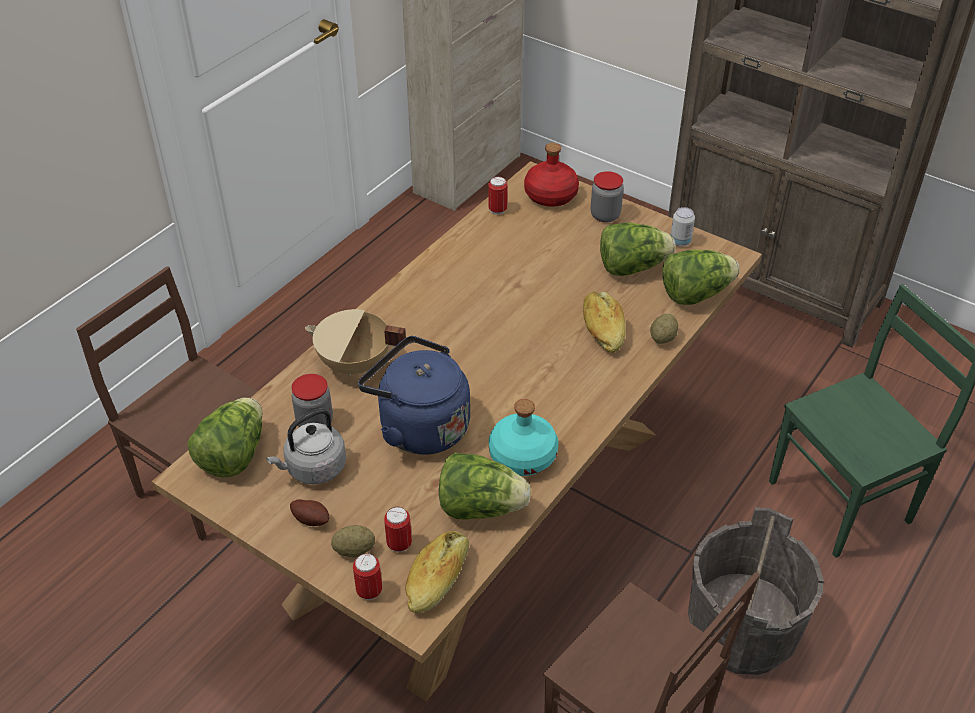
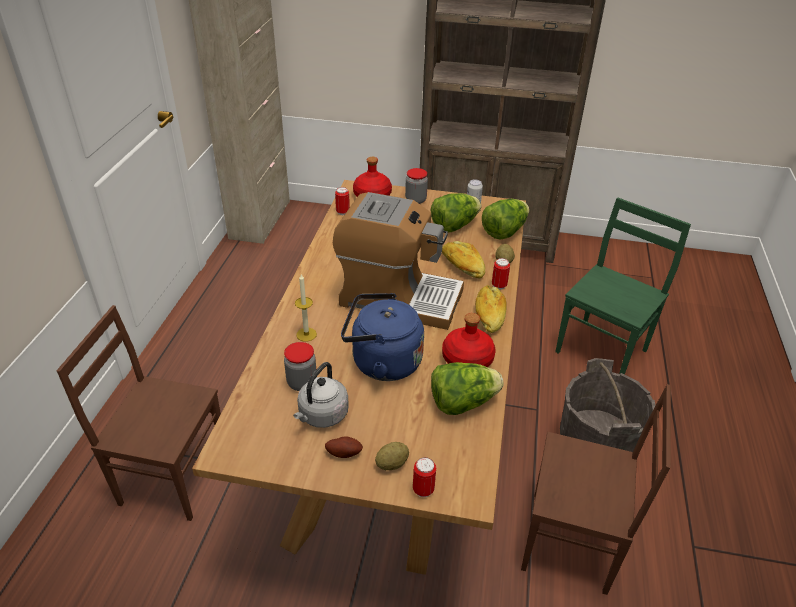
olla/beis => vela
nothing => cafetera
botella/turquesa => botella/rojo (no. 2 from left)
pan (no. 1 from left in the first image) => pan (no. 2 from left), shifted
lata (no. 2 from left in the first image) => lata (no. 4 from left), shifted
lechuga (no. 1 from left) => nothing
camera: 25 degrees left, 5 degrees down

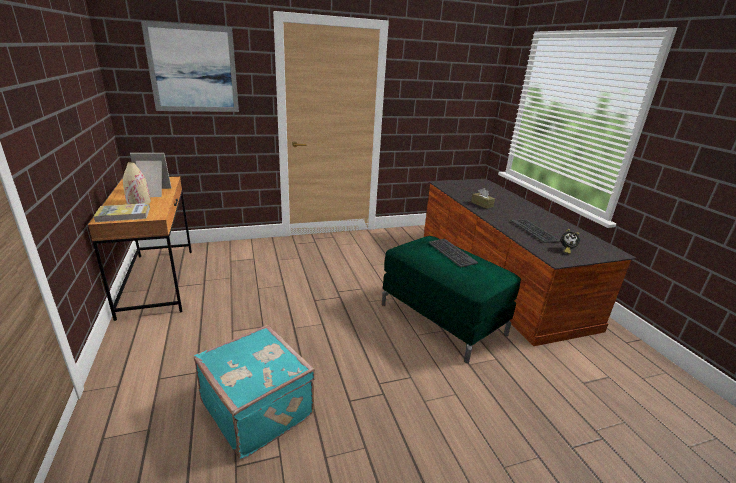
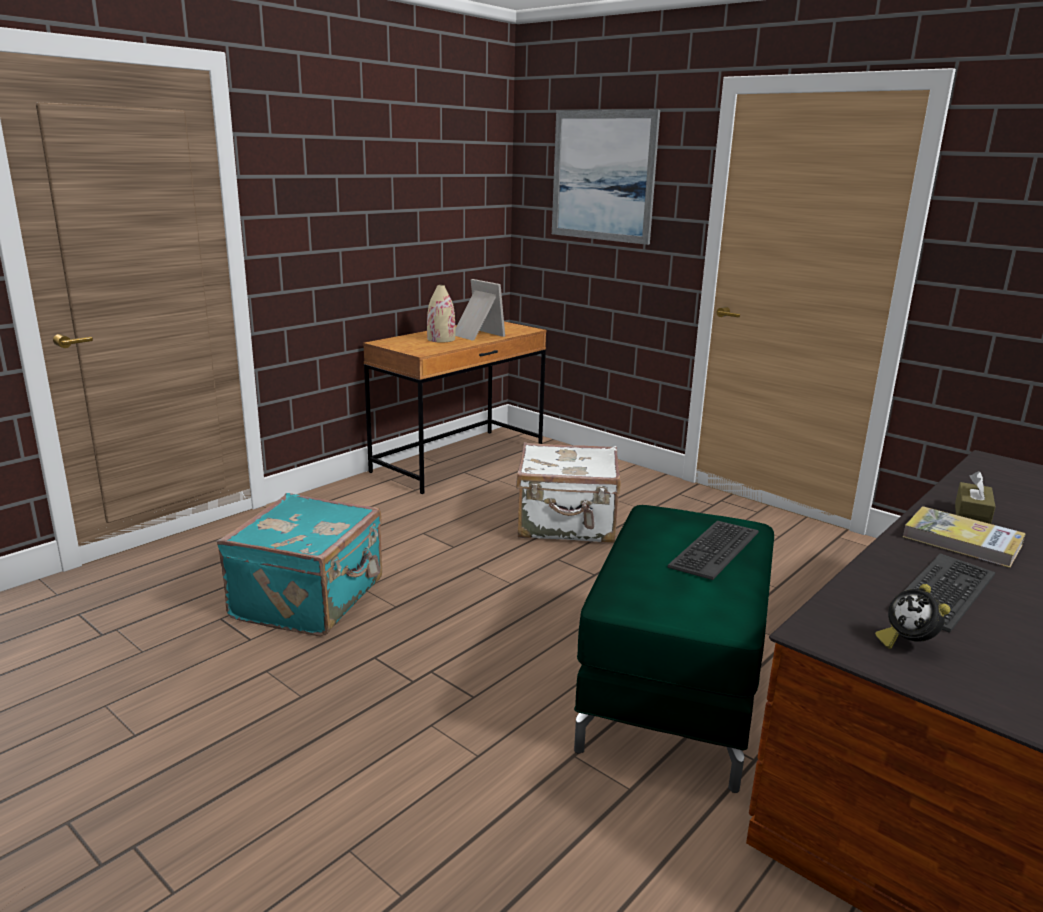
nothing => maleta/blanco
libro, shifted
camera: 60 degrees right, 5 degrees down

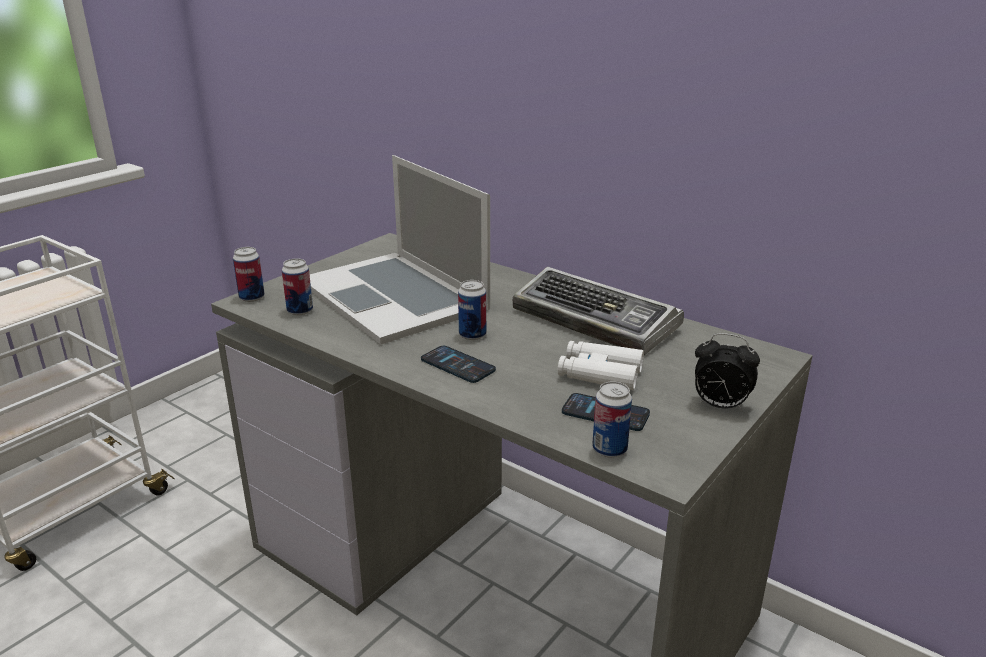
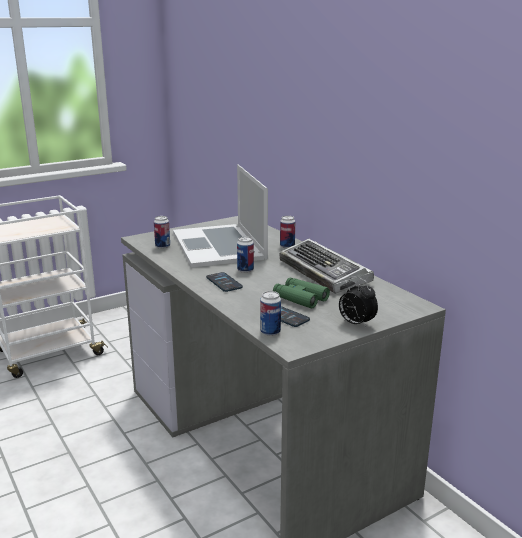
prismáticos/blanco => prismáticos/verde
lata (no. 1 from left in the first image) => lata (no. 4 from left), shifted
camera: 20 degrees right, 5 degrees down

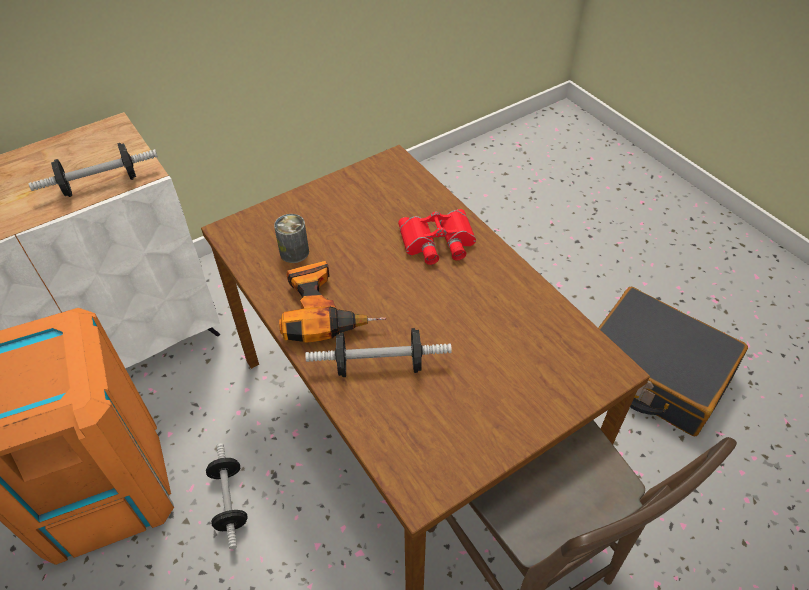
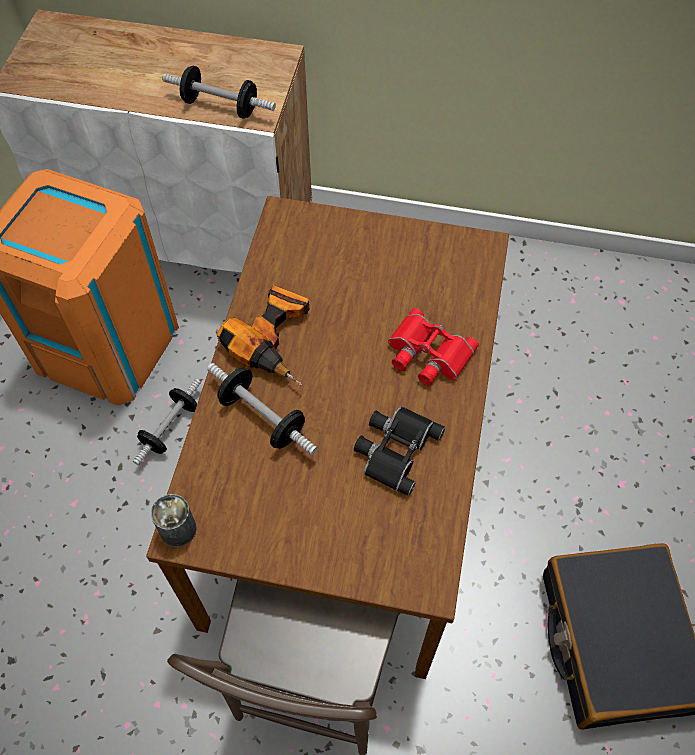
lata, shifted
nothing => prismáticos/negro
camera: 45 degrees right, 10 degrees up

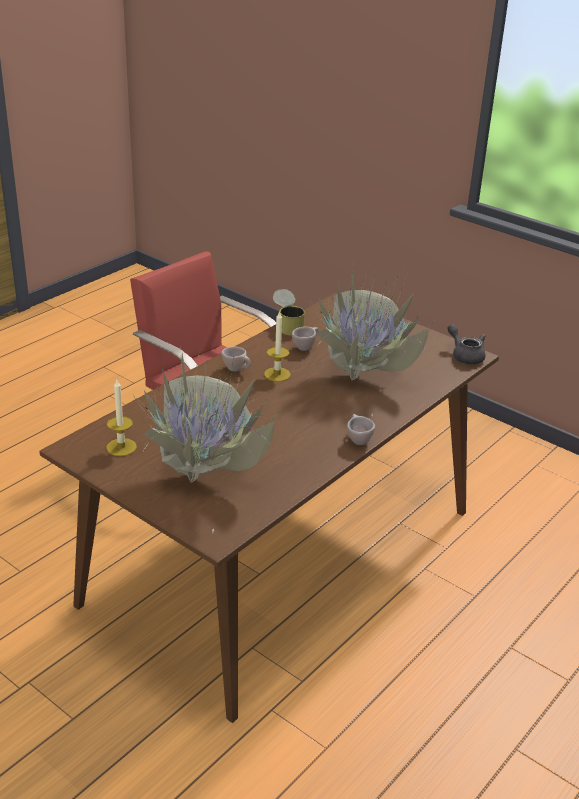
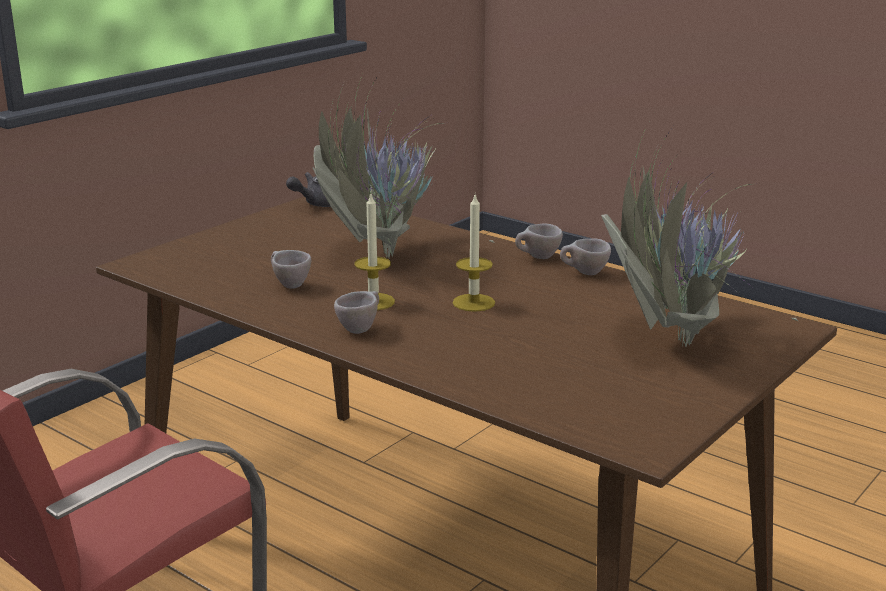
vela (no. 1 from left in the first image) => vela (no. 2 from left), shifted
nothing => taza/beis (no. 4 from left)
lata => nothing
camera: 90 degrees left, 10 degrees down

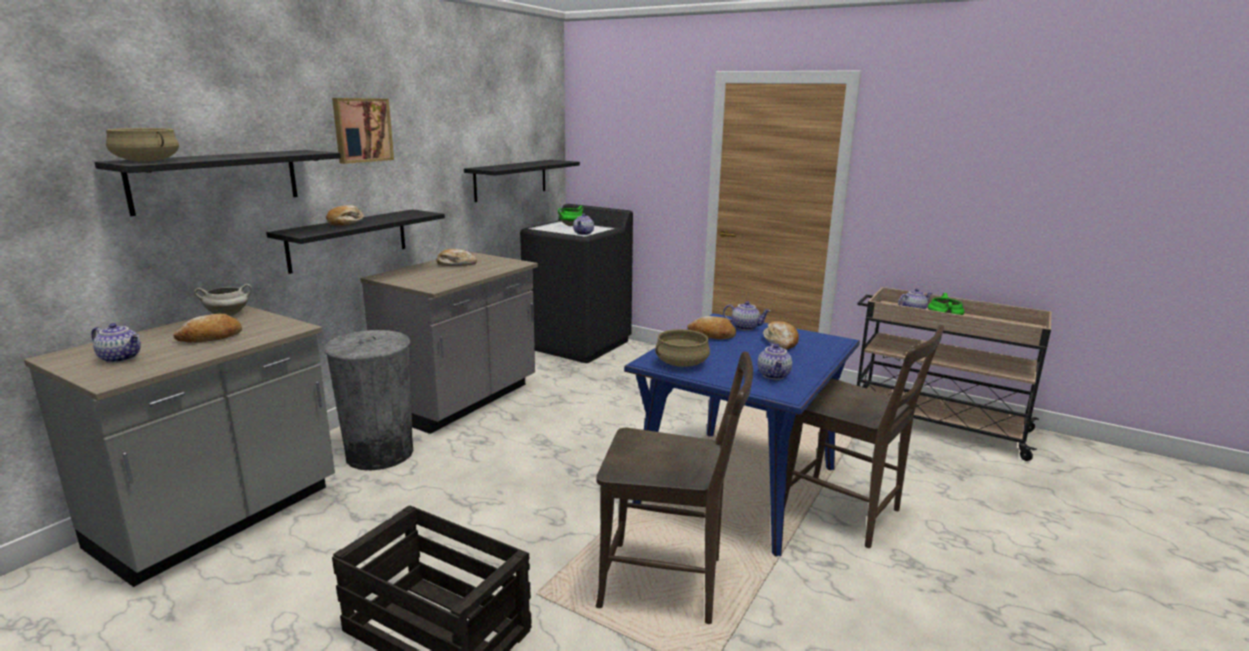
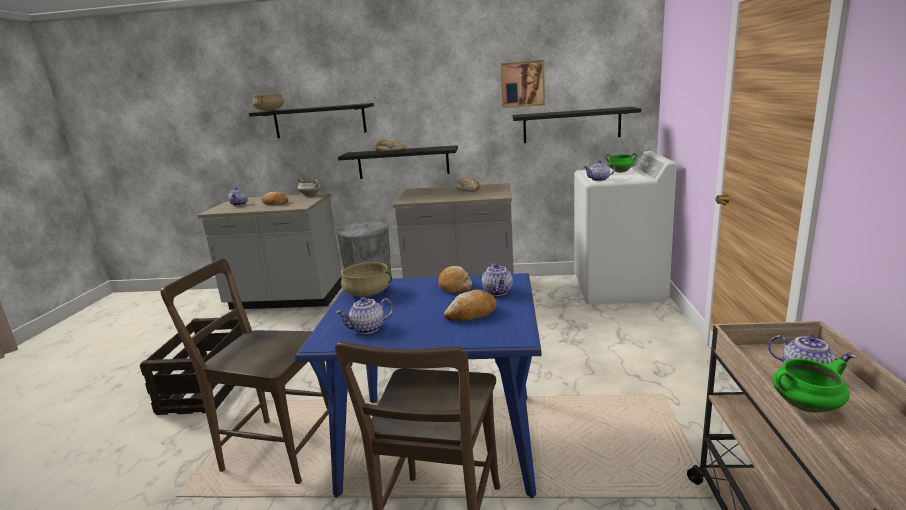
silla/marrón (no. 1 from left), 120 degrees clockwise
cuadro, shifted
lavadora/negro => lavadora/blanco
camera: 65 degrees right, 0 degrees up

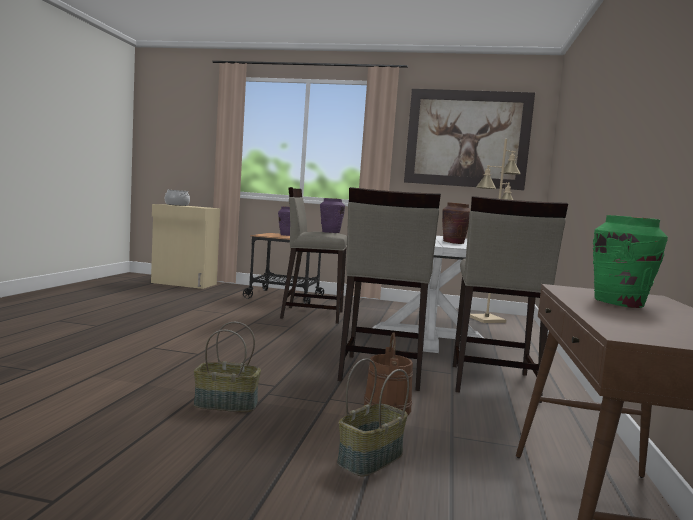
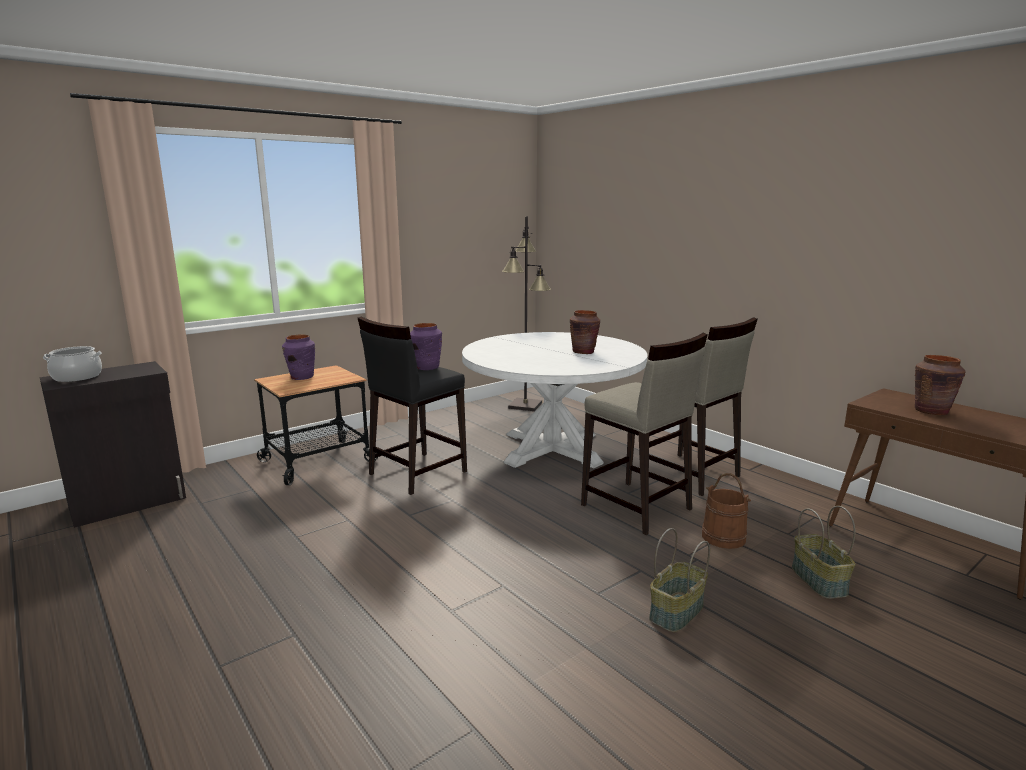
armario/beis => armario/negro
taburete/beis (no. 1 from left) => taburete/negro
lámpara de pie/beis => lámpara de pie/negro
florero/verde => florero/marrón (no. 2 from left)
cuadro => nothing
camera: 50 degrees left, 10 degrees up

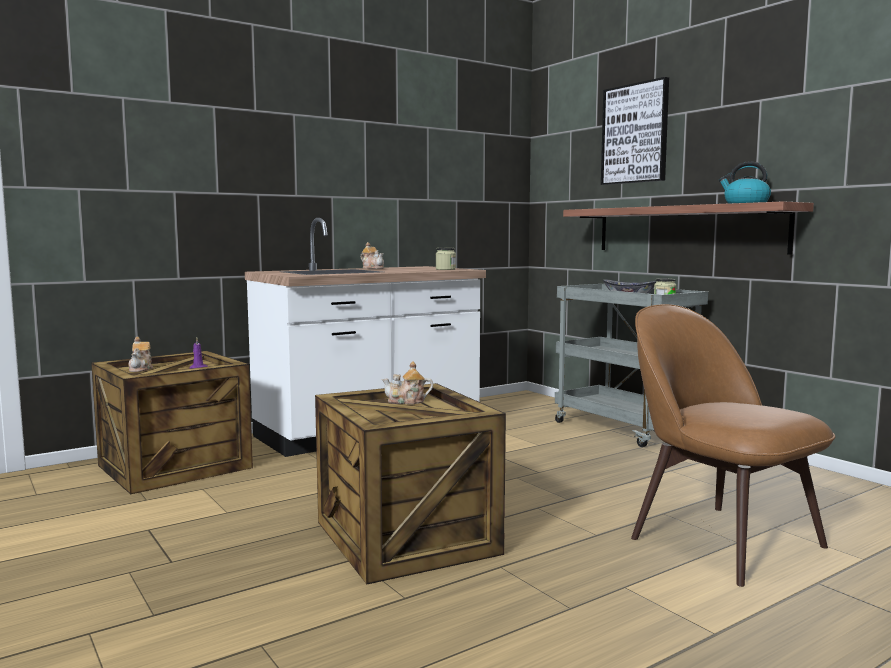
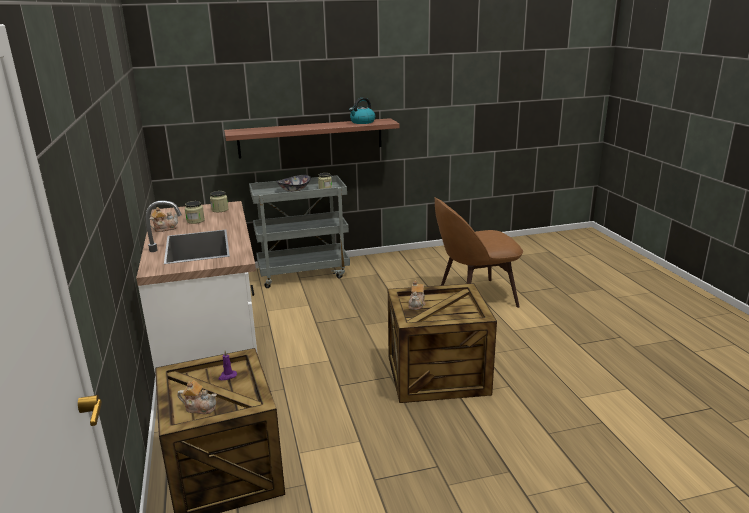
nothing => tarro (no. 1 from left)
cuadro => nothing
camera: 70 degrees left, 15 degrees up

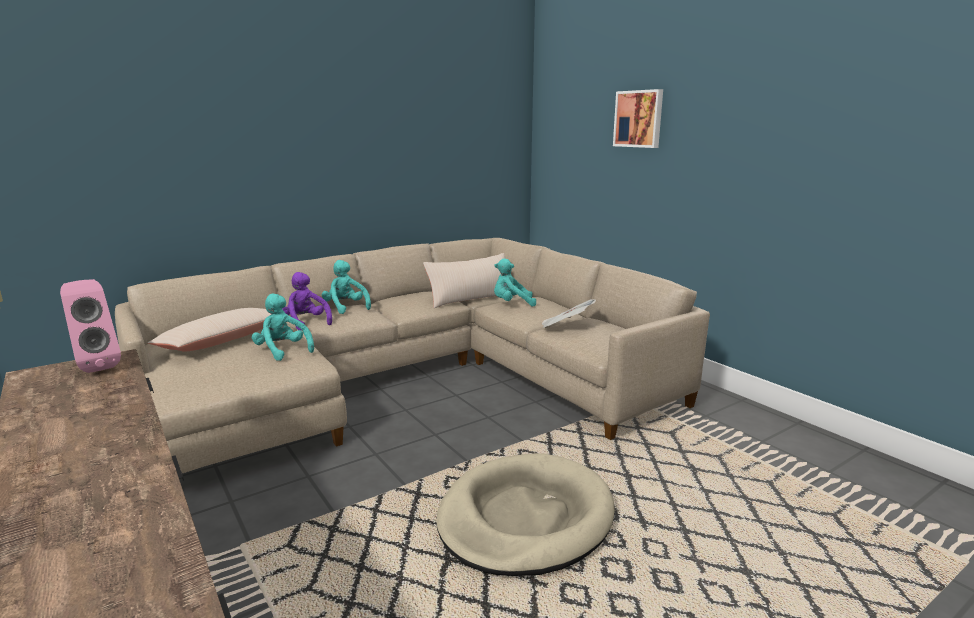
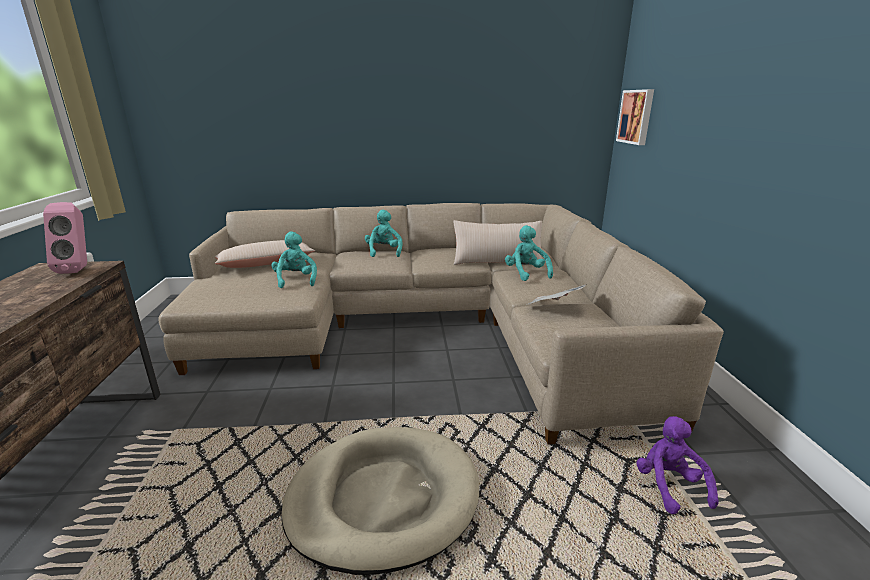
peluche/turquesa (no. 3 from left), 45 degrees clockwise
cuadro, shifted
peluche/morado, shifted
camera: 30 degrees right, 5 degrees up

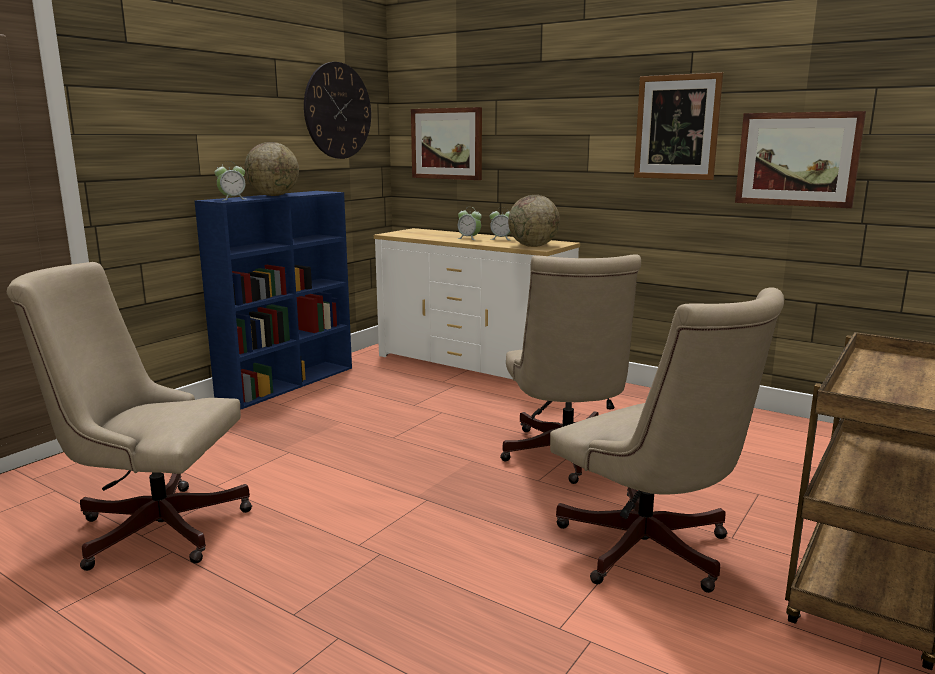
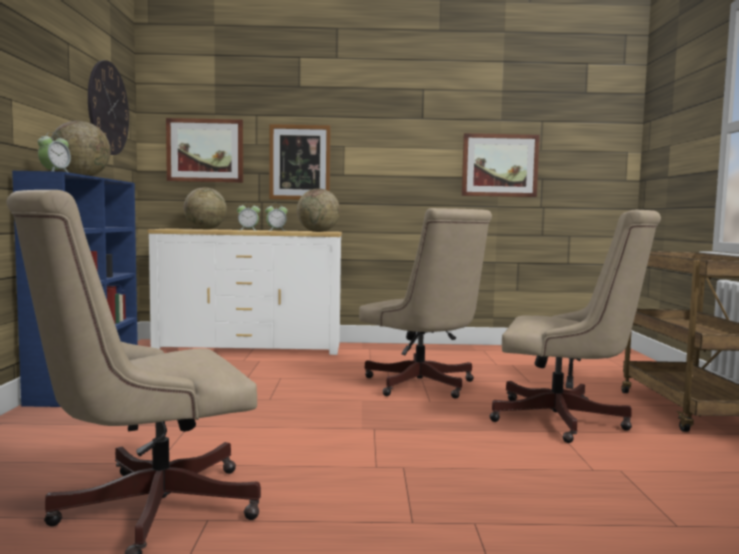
nothing => globo terráqueo (no. 2 from left)
cuadro (no. 2 from left), shifted
camera: 35 degrees left, 10 degrees down

